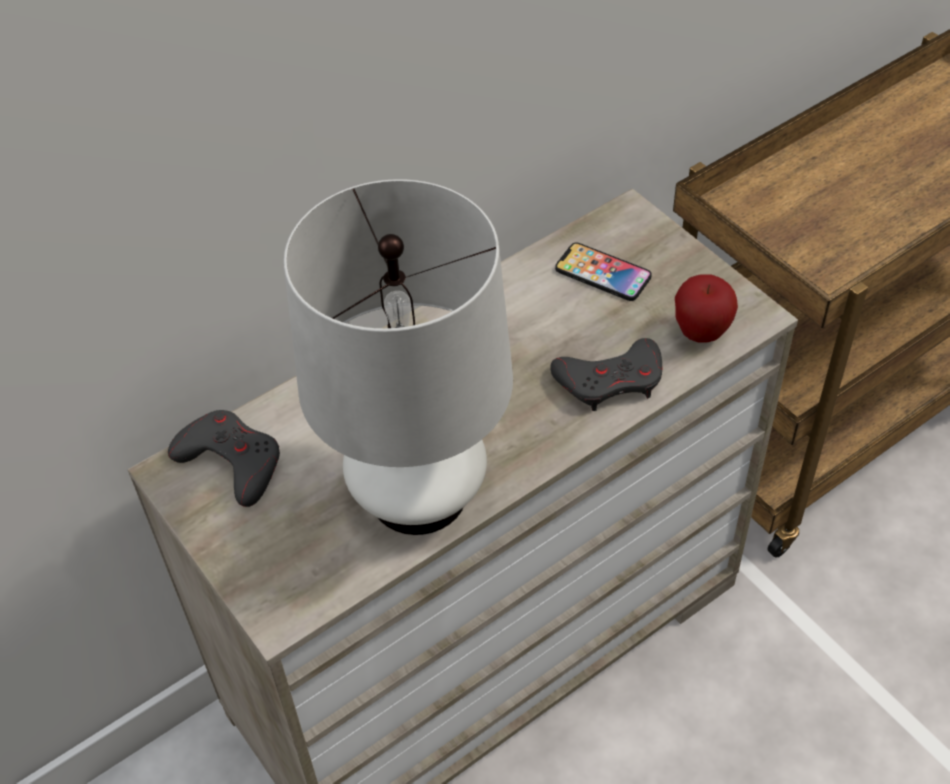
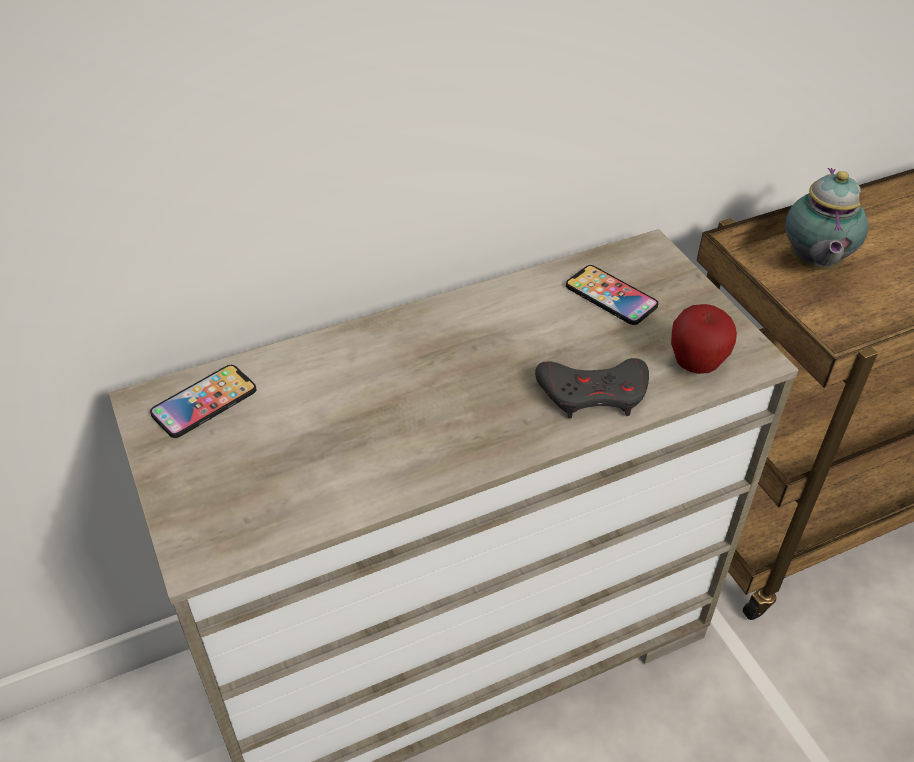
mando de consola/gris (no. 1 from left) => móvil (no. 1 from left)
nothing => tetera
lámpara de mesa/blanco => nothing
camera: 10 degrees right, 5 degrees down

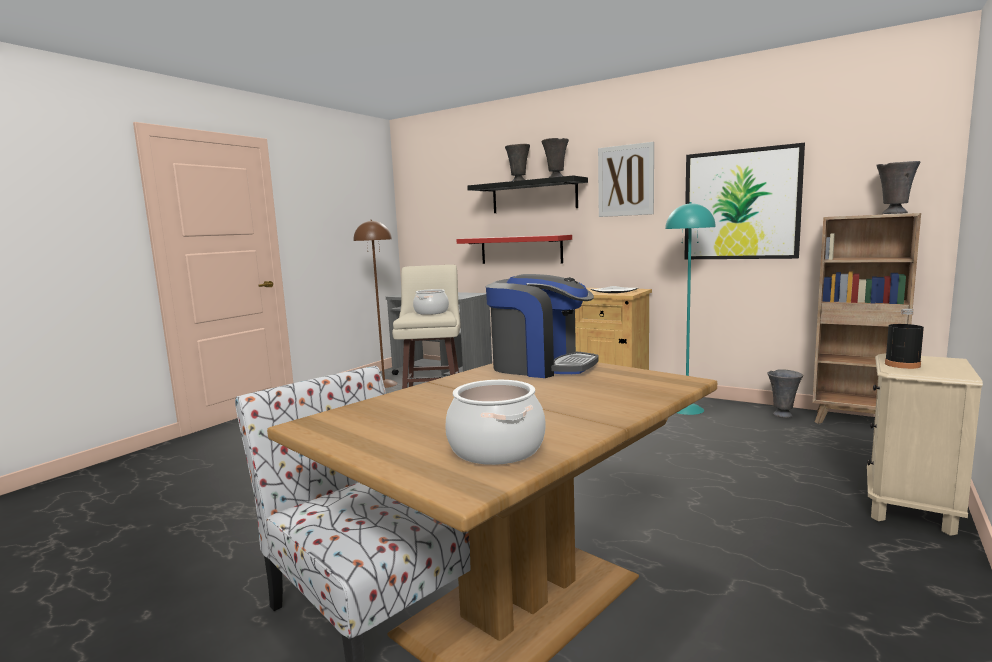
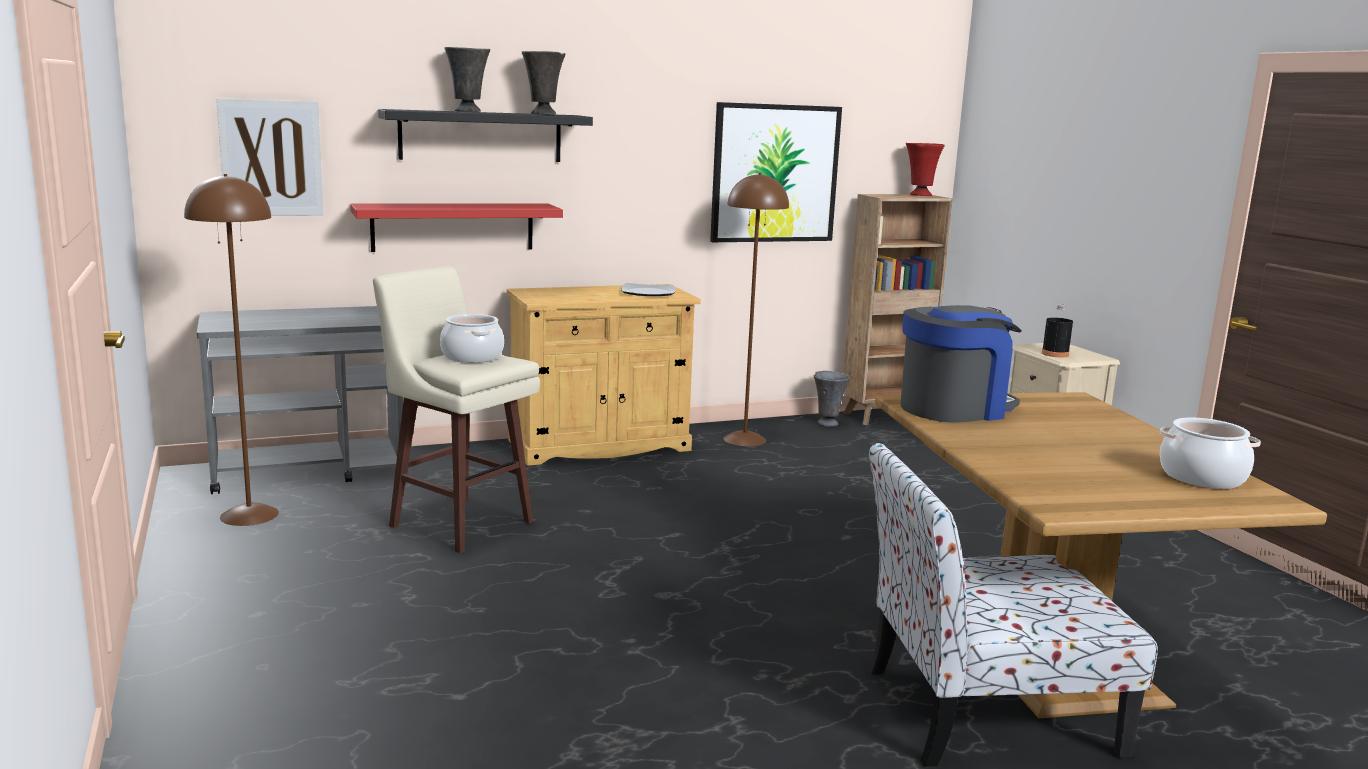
cuadro (no. 1 from left), shifted
lámpara de pie/turquesa => lámpara de pie/marrón (no. 2 from left)
florero/gris (no. 4 from left) => florero/rojo
camera: 55 degrees left, 5 degrees up

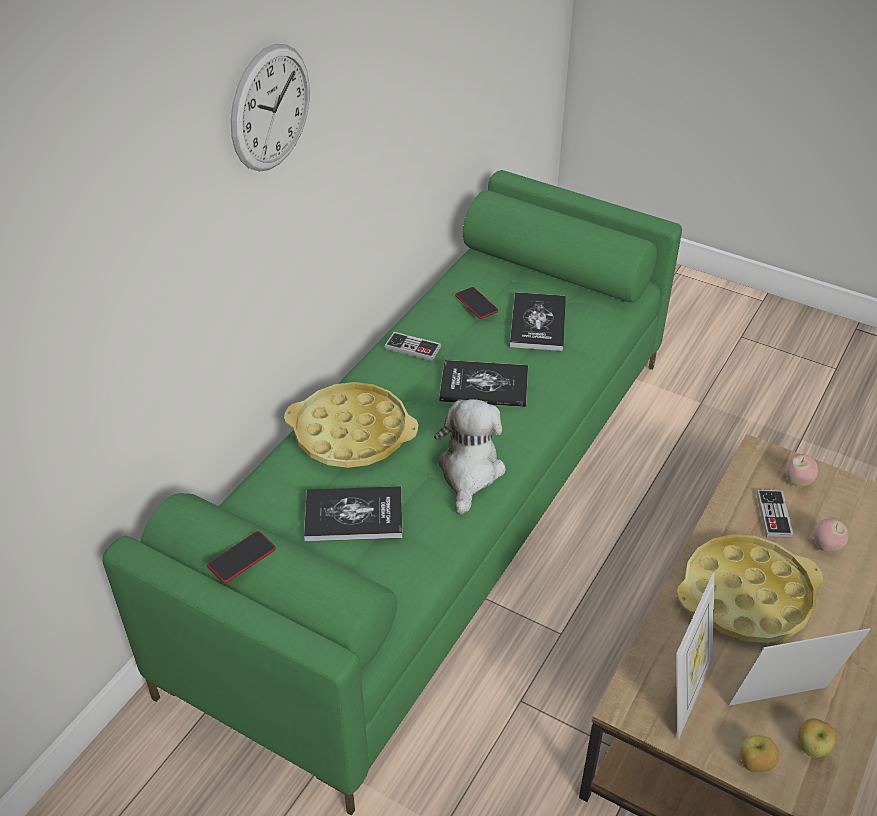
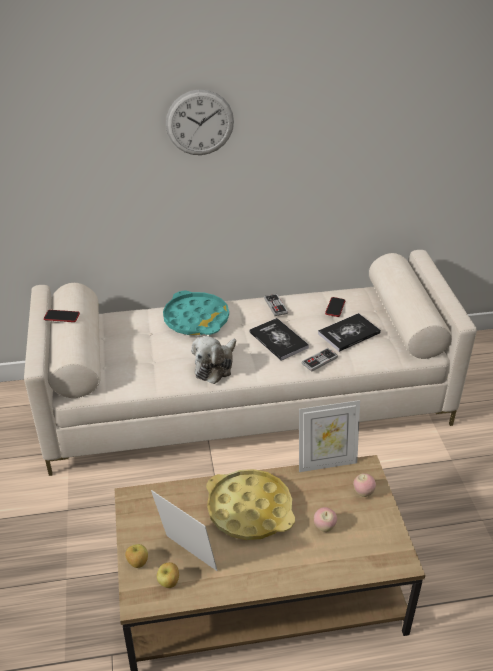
sofá/verde => sofá/beis
bandeja/amarillo (no. 1 from left) => bandeja/turquesa
peluche, 150 degrees clockwise
portarretratos (no. 1 from left in the first image) => portarretratos (no. 2 from left), shifted
mando de consola (no. 2 from left), shifted
libro (no. 1 from left) => nothing
camera: 50 degrees right, 5 degrees down

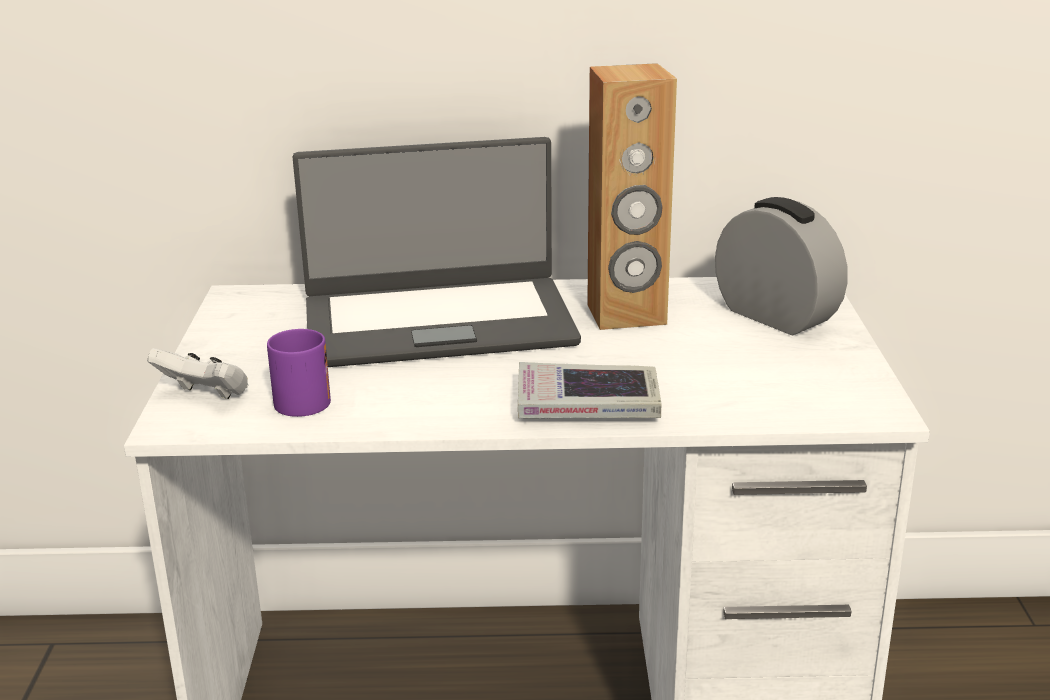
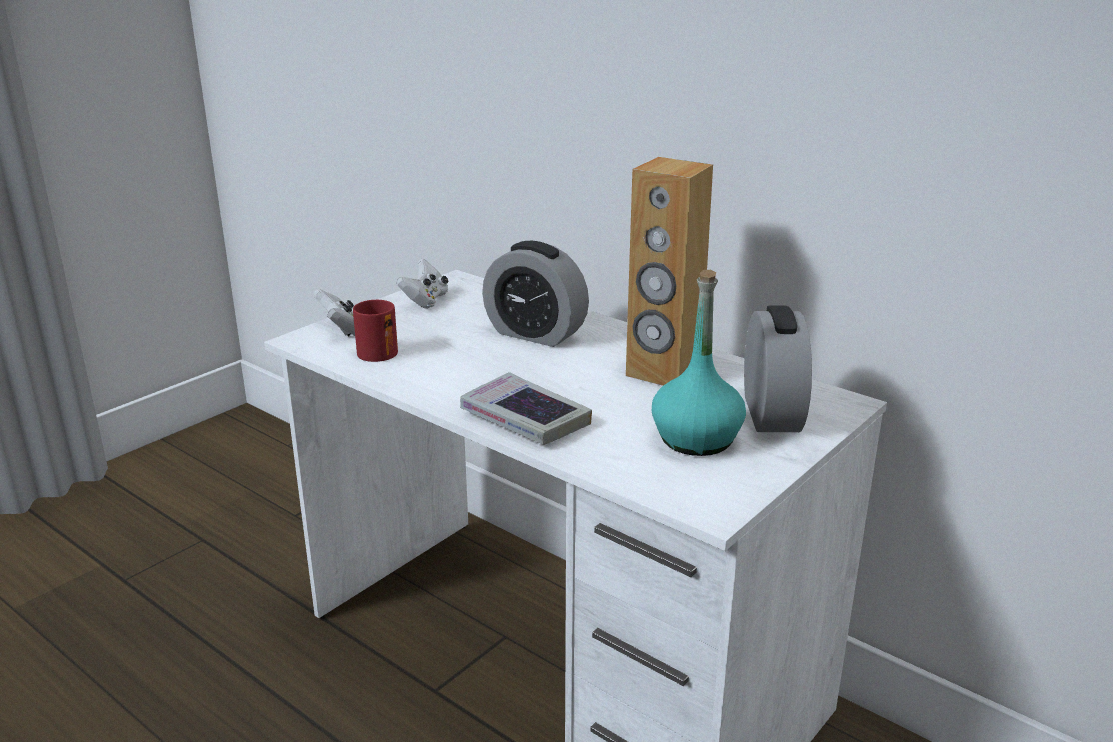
taza grande/morado => taza grande/rojo
nothing => mando de consola/blanco (no. 2 from left)
portátil => despertador (no. 1 from left)
nothing => botella/turquesa
camera: 40 degrees right, 0 degrees up

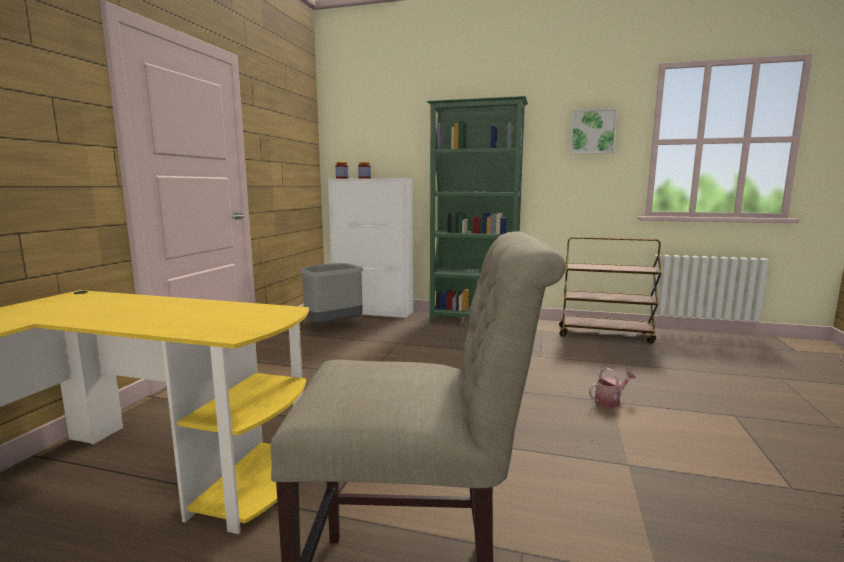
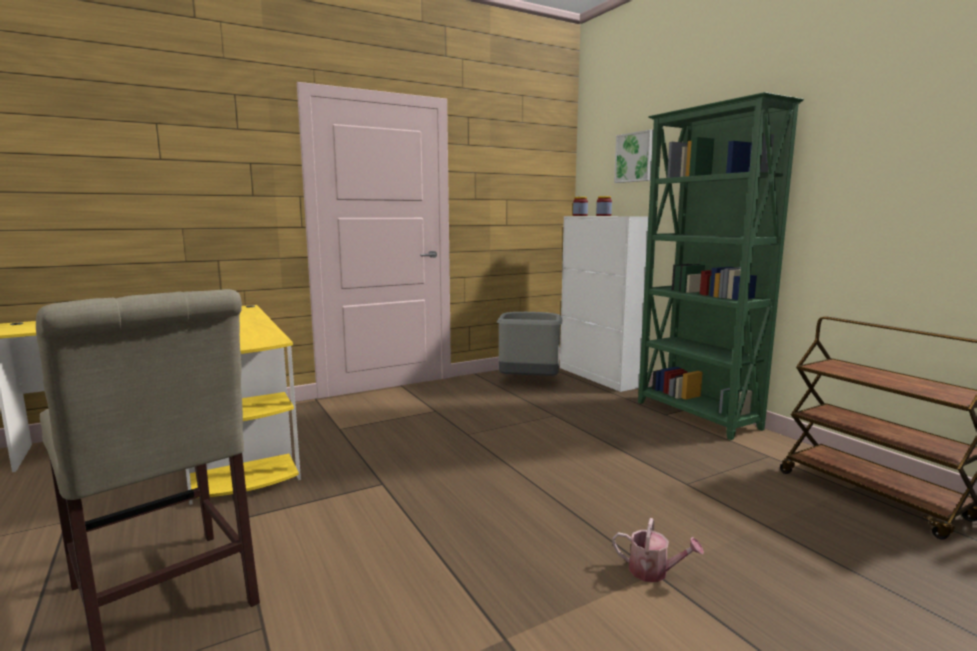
cuadro, shifted
camera: 45 degrees right, 0 degrees up

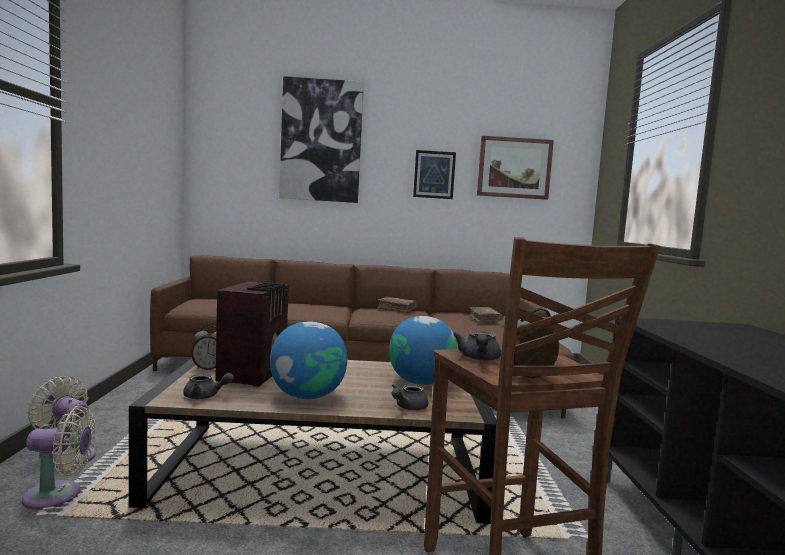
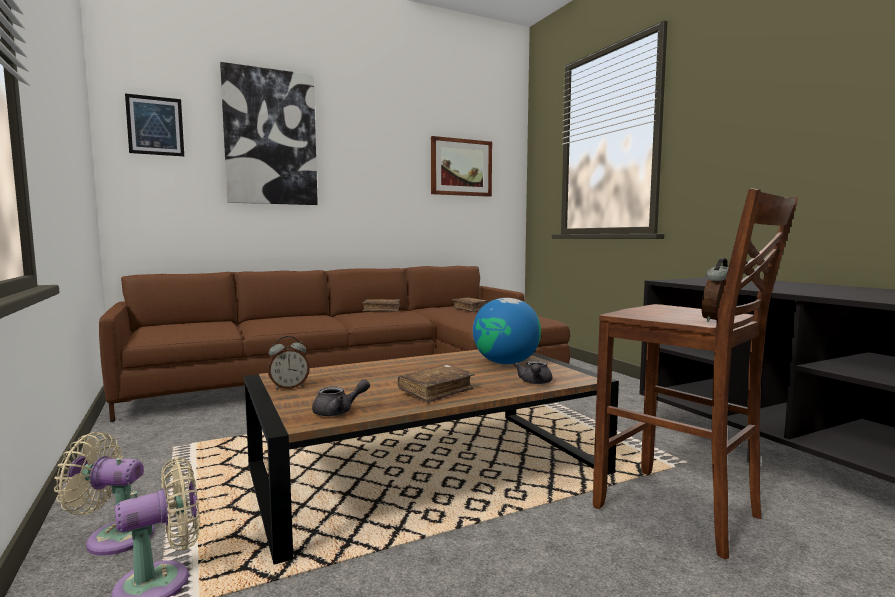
cuadro (no. 2 from left in the first image) => cuadro (no. 1 from left), shifted
globo terráqueo (no. 1 from left) => libro/marrón (no. 2 from left)
radio => nothing
tetera/gris (no. 3 from left) => nothing
camera: 25 degrees left, 0 degrees up

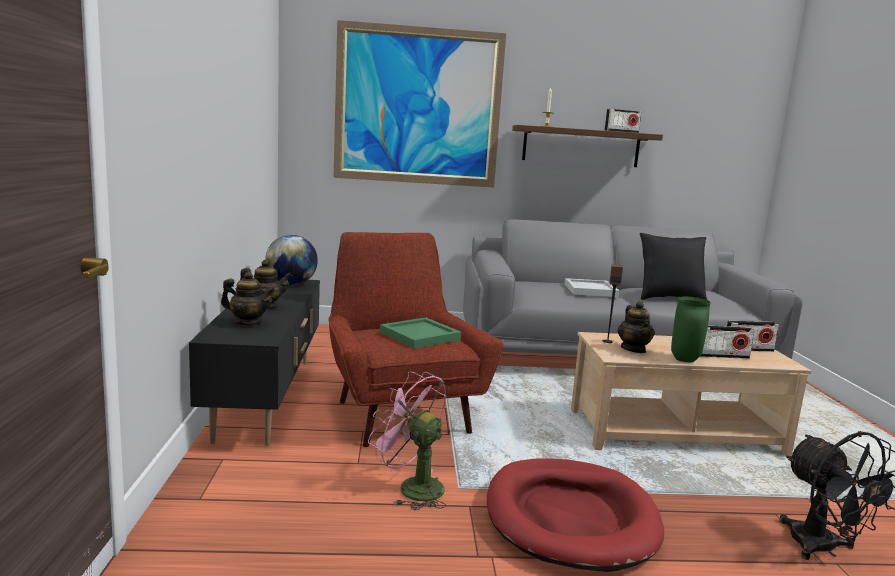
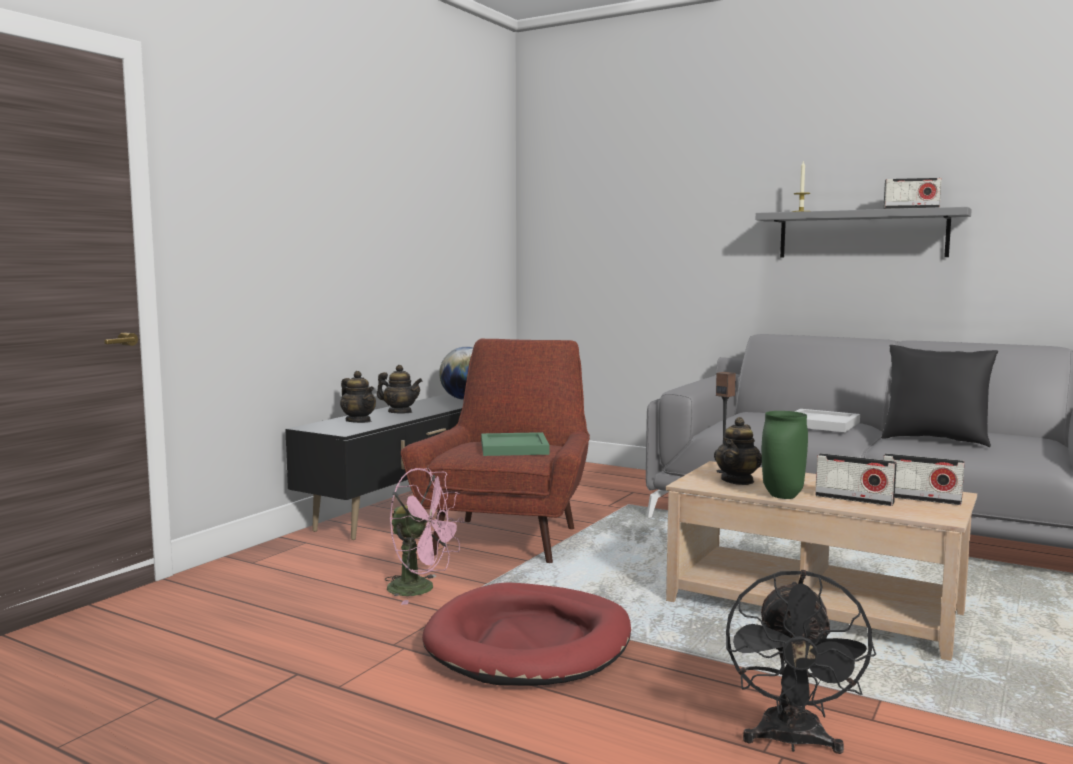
ventilador/rosa, 135 degrees clockwise
estante/marrón => estante/gris
cuadro => nothing
camera: 35 degrees right, 5 degrees down

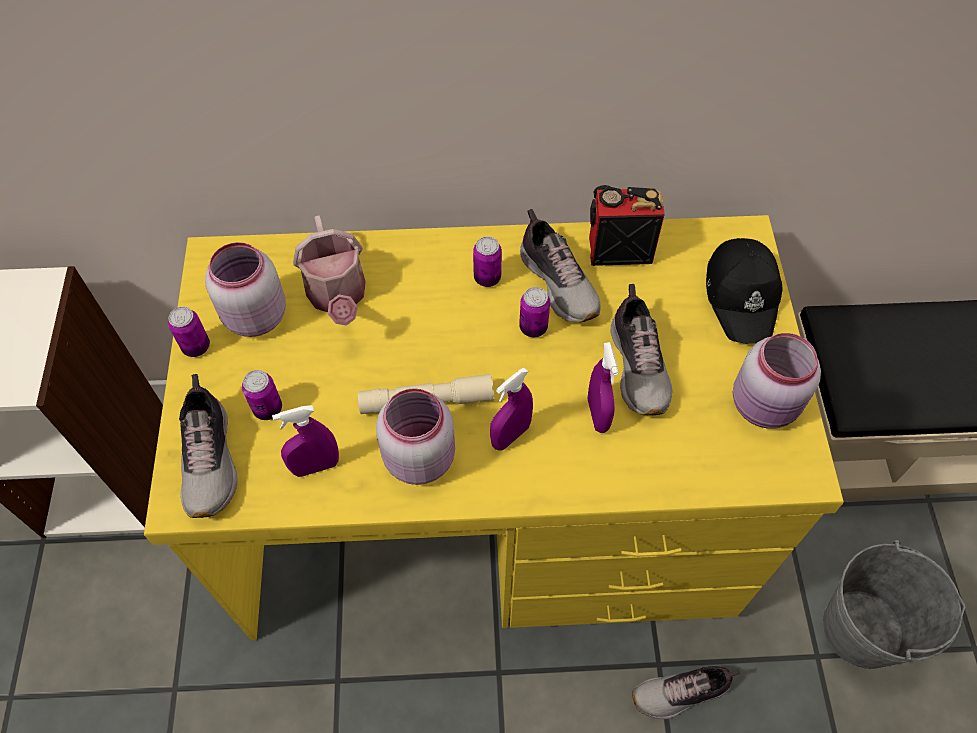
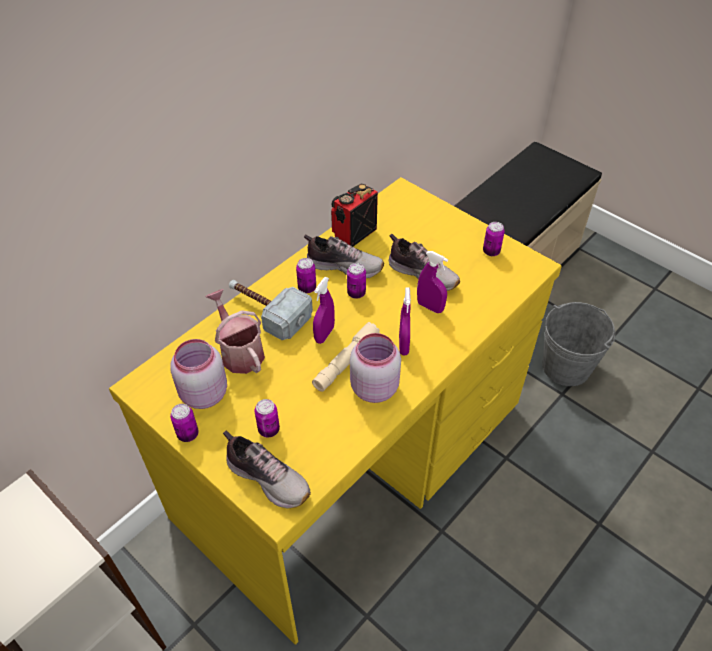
regadera, 150 degrees counterclockwise
nothing => martillo
pulverizador/morado (no. 1 from left), shifted
tarro/rosa (no. 3 from left) => lata (no. 5 from left)
zapato (no. 4 from left) => nothing
gorra/negro => nothing
camera: 45 degrees left, 10 degrees down

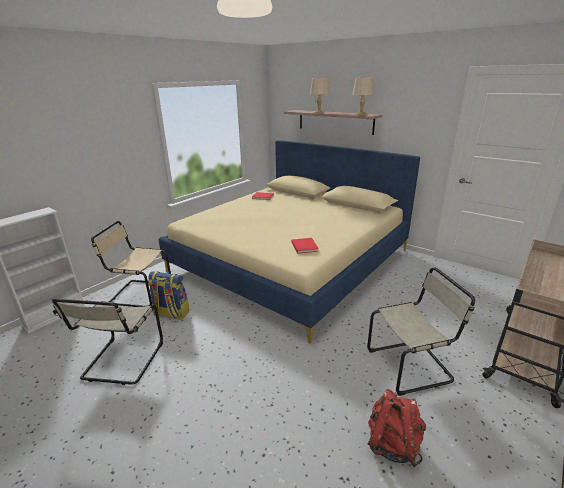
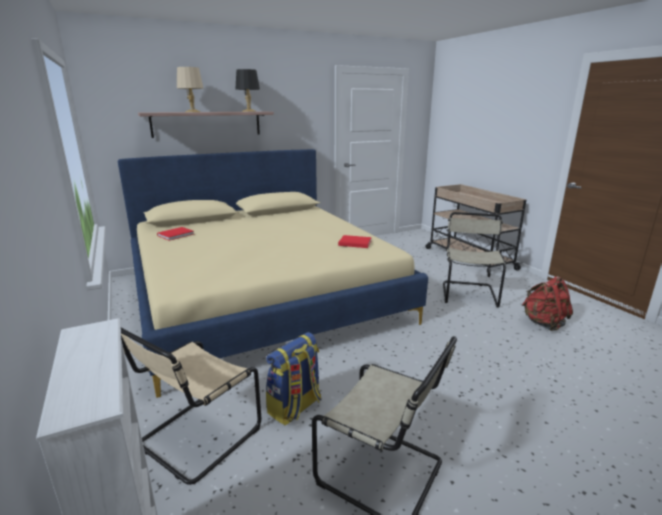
lámpara de mesa/beis (no. 2 from left) => lámpara de mesa/negro
camera: 65 degrees left, 5 degrees down

